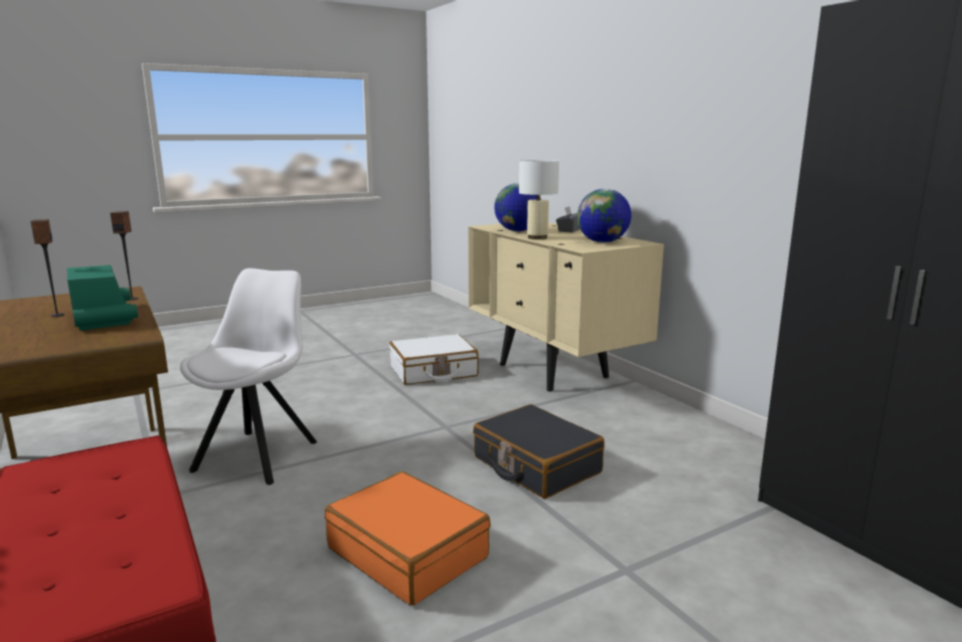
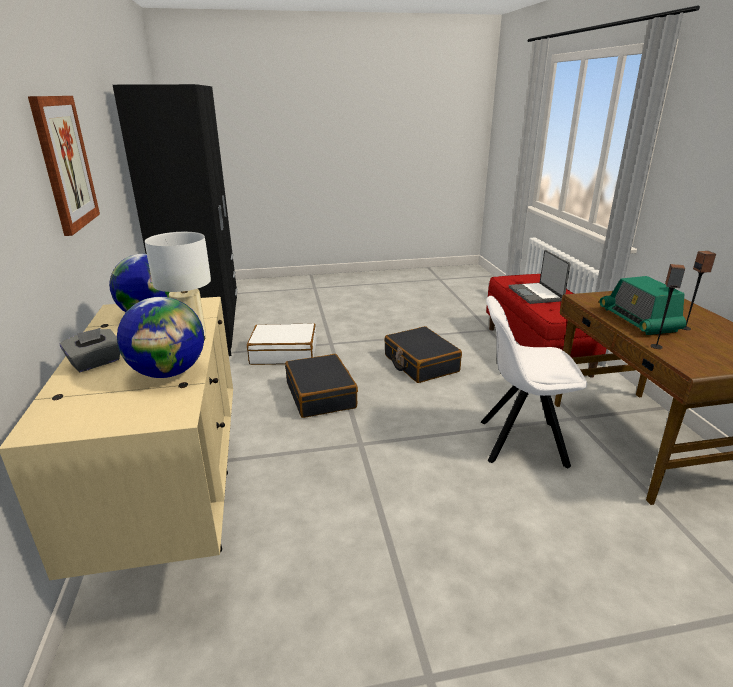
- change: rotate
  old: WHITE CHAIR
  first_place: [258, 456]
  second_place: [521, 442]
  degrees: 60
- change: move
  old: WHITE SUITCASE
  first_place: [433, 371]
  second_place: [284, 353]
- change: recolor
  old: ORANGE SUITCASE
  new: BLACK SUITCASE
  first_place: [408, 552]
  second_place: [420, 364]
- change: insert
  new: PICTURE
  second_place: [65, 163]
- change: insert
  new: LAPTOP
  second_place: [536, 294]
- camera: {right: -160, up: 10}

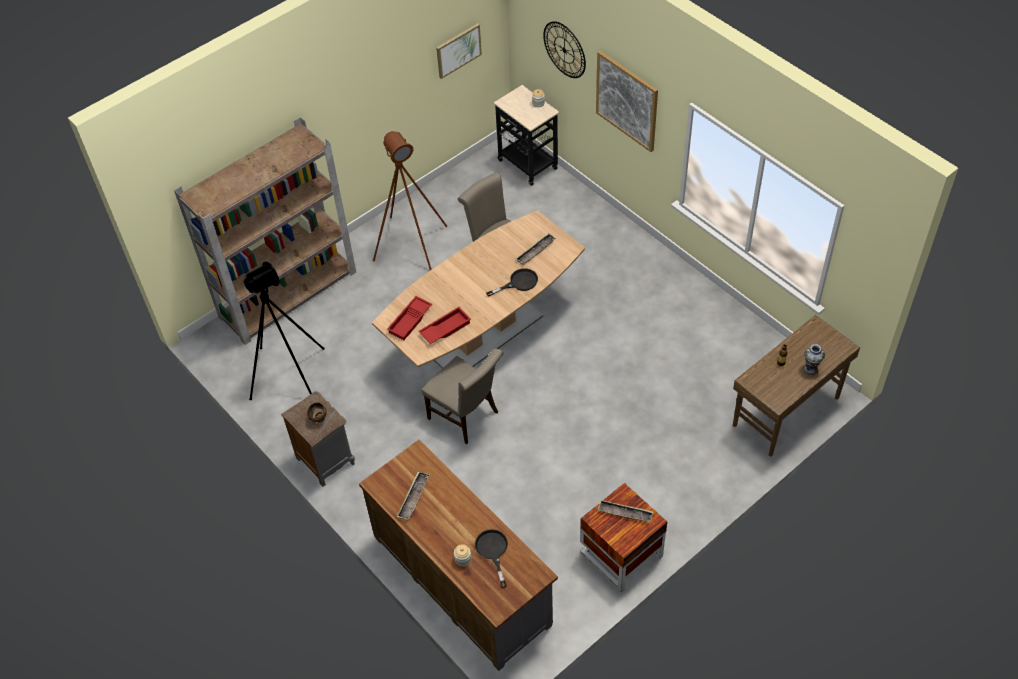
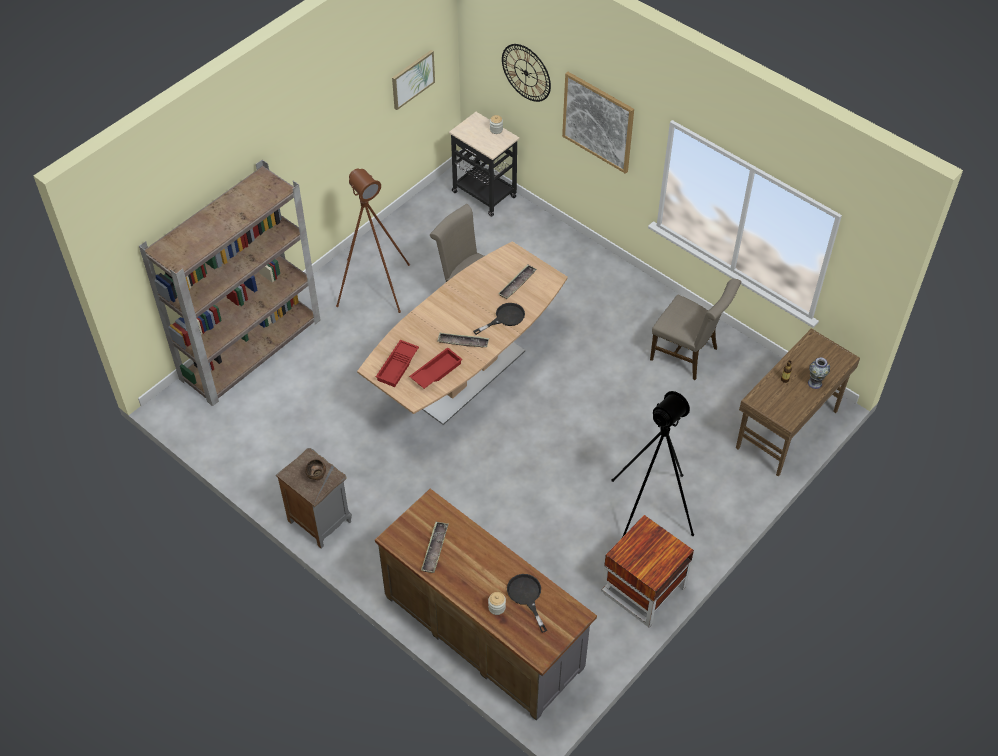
- change: move
  old: BLACK FLOOR LAMP
  first_place: [287, 374]
  second_place: [652, 507]
- change: move
  old: BEIGE CHAIR
  first_place: [467, 417]
  second_place: [688, 355]
- change: move
  old: TRAY
  first_place: [625, 513]
  second_place: [463, 342]
- camera: {right: -10, up: 0}

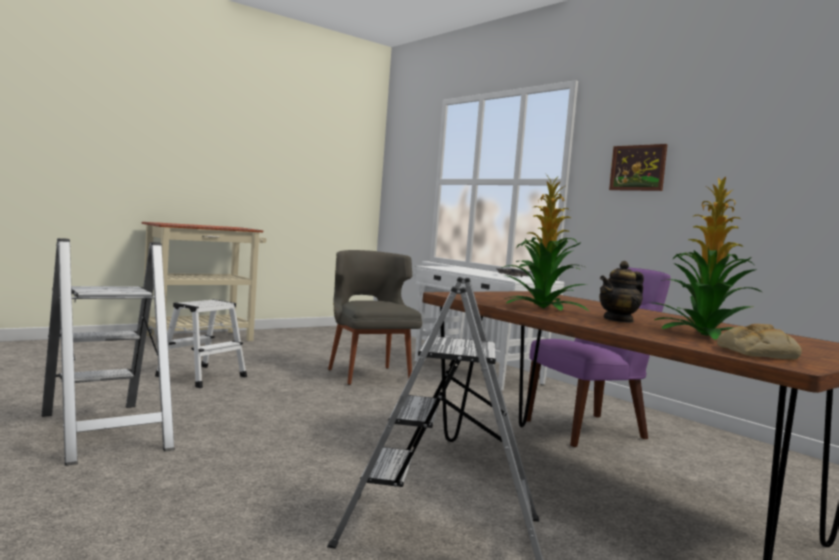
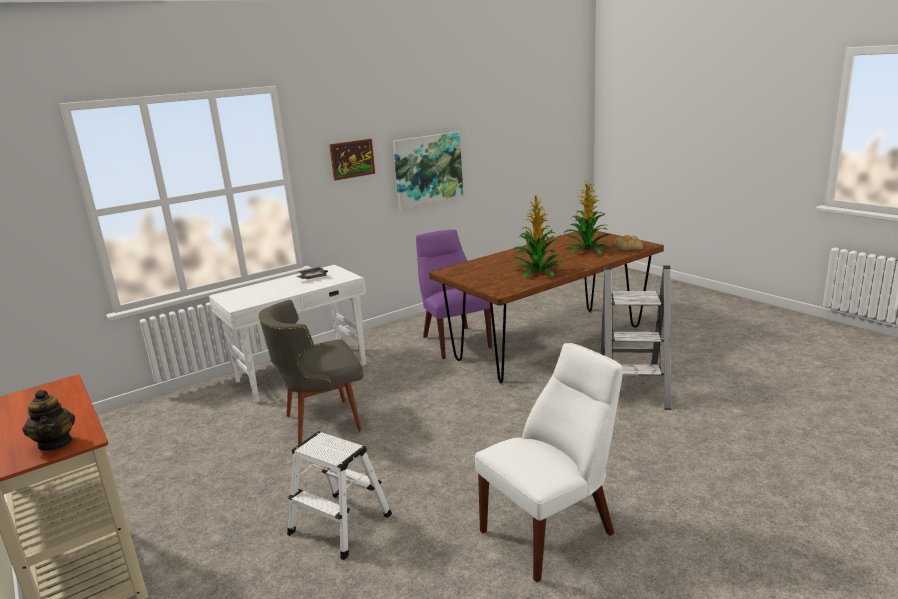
- change: replace
  old: GREY STEP LADDER
  new: WHITE CHAIR
  first_place: [104, 432]
  second_place: [552, 530]
- change: move
  old: TEAPOT
  first_place: [619, 320]
  second_place: [56, 443]
- change: insert
  new: PICTURE
  second_place: [428, 169]
- camera: {right: -85, up: 15}

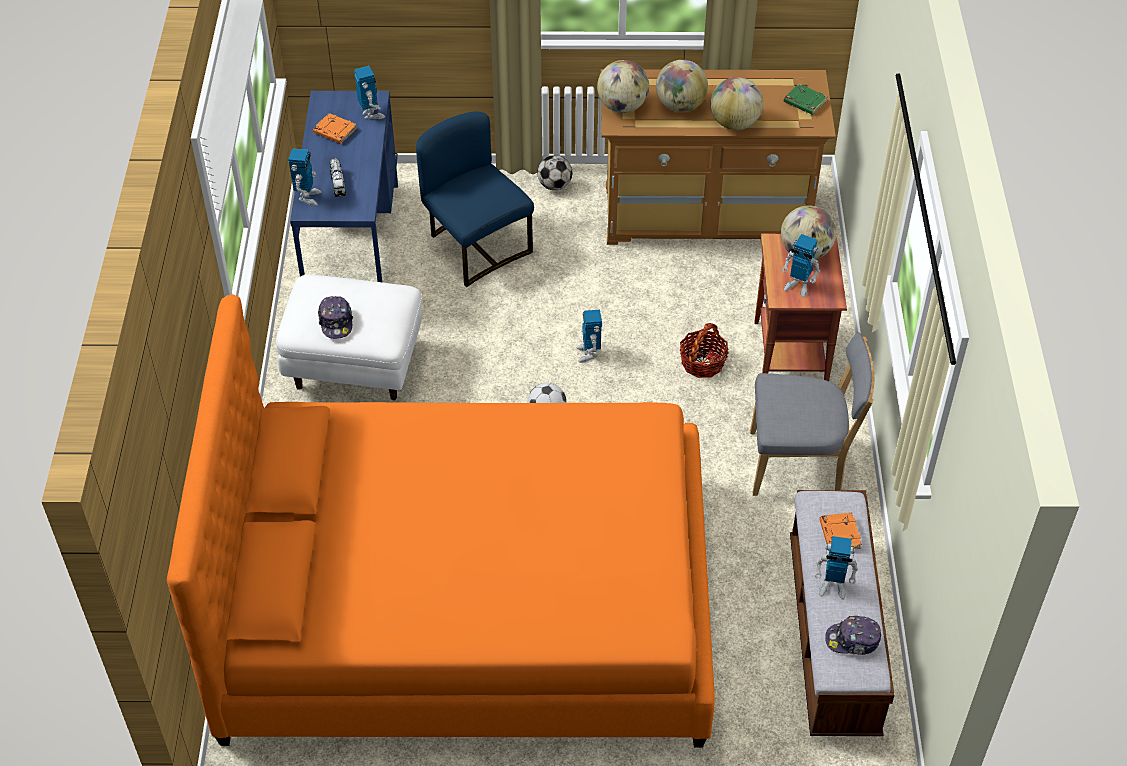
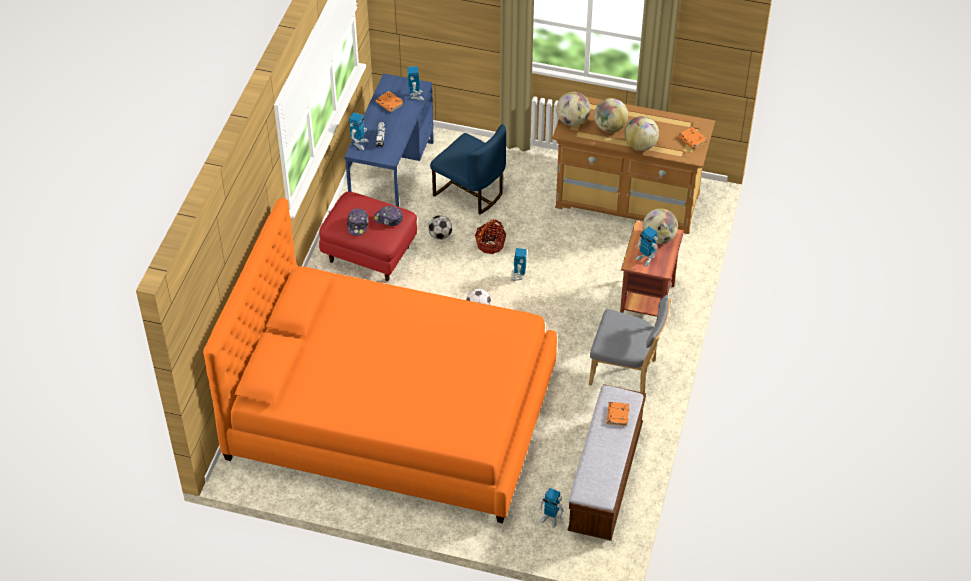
- change: recolor
  old: GREEN BOOK
  new: ORANGE BOOK
  first_place: [804, 102]
  second_place: [691, 140]
- change: rotate
  old: BLUE CHAIR
  first_place: [476, 246]
  second_place: [470, 192]
  degrees: 150
- change: move
  old: FOOTBALL
  first_place: [555, 185]
  second_place: [440, 235]
- change: recolor
  old: WHITE OTTOMAN
  new: RED OTTOMAN
  first_place: [356, 366]
  second_place: [370, 255]
- change: move
  old: BASKET
  first_place: [702, 362]
  second_place: [490, 244]
- change: move
  old: TOY ROBOT
  first_place: [832, 586]
  second_place: [550, 518]
- change: move
  old: CAP
  first_place: [853, 640]
  second_place: [388, 219]
- camera: {right: 15, up: 0}

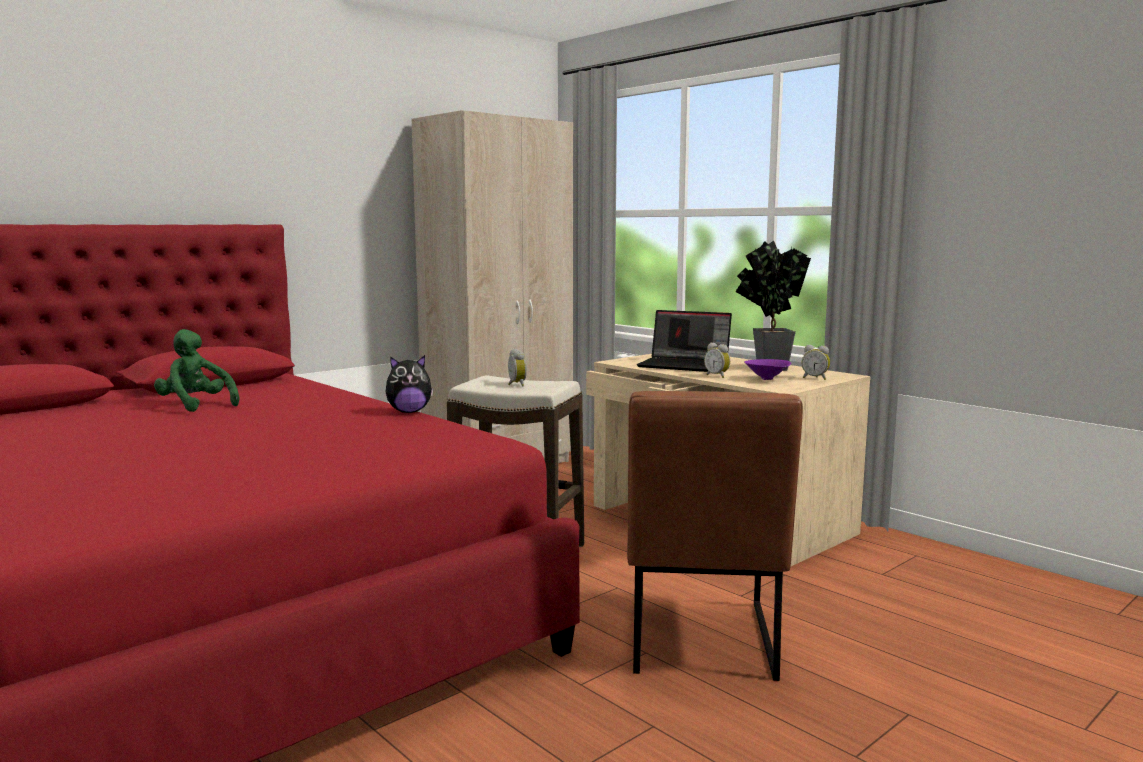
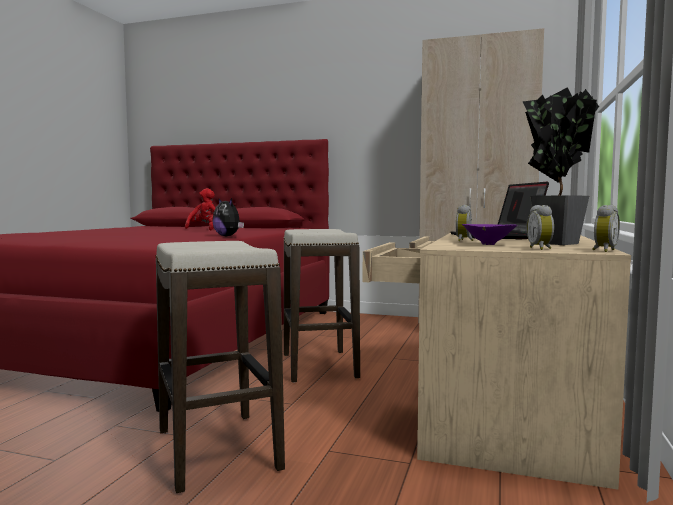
- change: recolor
  old: GREEN PLUSH TOY
  new: RED PLUSH TOY
  first_place: [195, 406]
  second_place: [204, 229]
- change: move
  old: ALARM CLOCK
  first_place: [515, 384]
  second_place: [603, 250]
- change: replace
  old: BROWN CHAIR
  new: STOOL
  first_place: [700, 639]
  second_place: [217, 449]
- camera: {right: 60, up: -5}

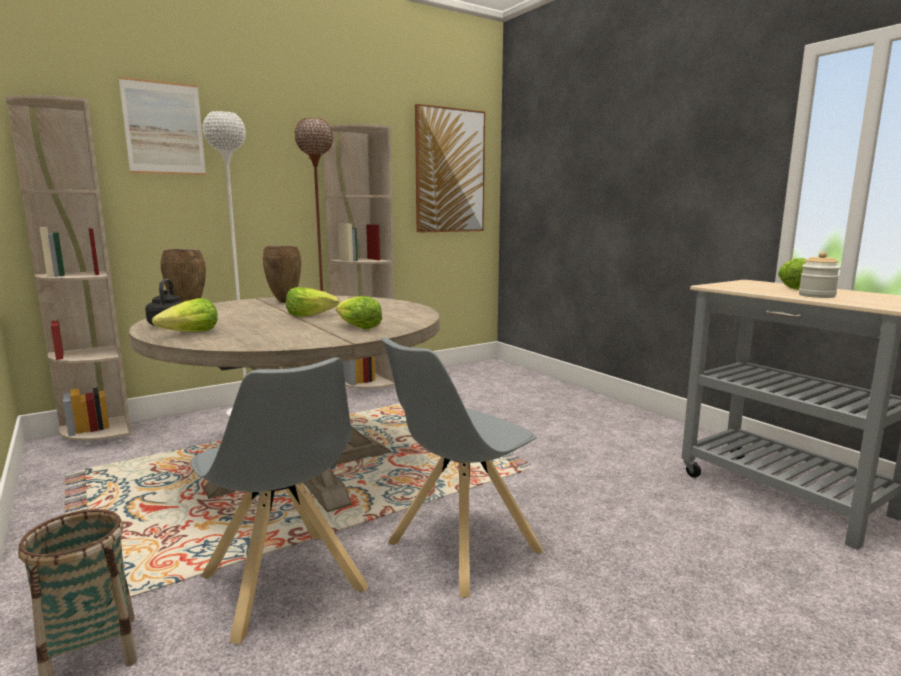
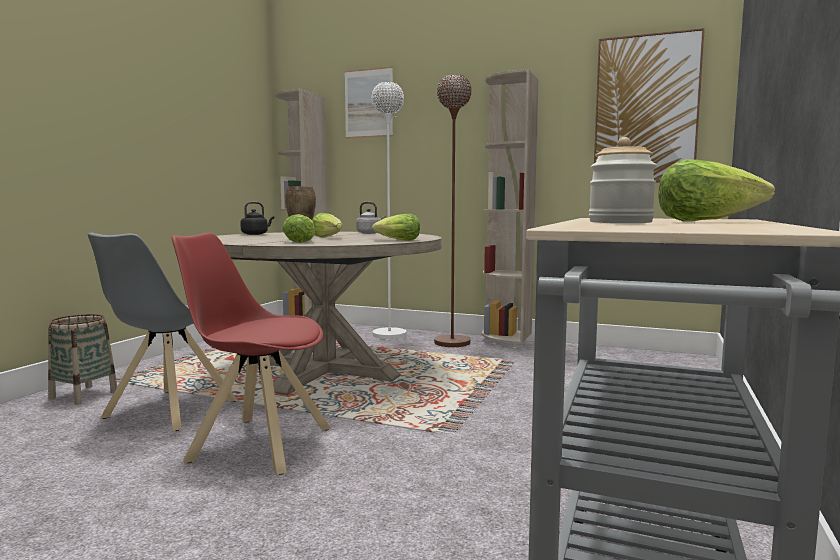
- change: replace
  old: BROWN VASE
  new: GREY KETTLE
  first_place: [285, 302]
  second_place: [370, 233]
- change: move
  old: LETTUCE
  first_place: [191, 333]
  second_place: [398, 240]
- change: recolor
  old: GREY CHAIR
  new: RED CHAIR
  first_place: [460, 548]
  second_place: [257, 443]
- camera: {right: 55, up: -5}

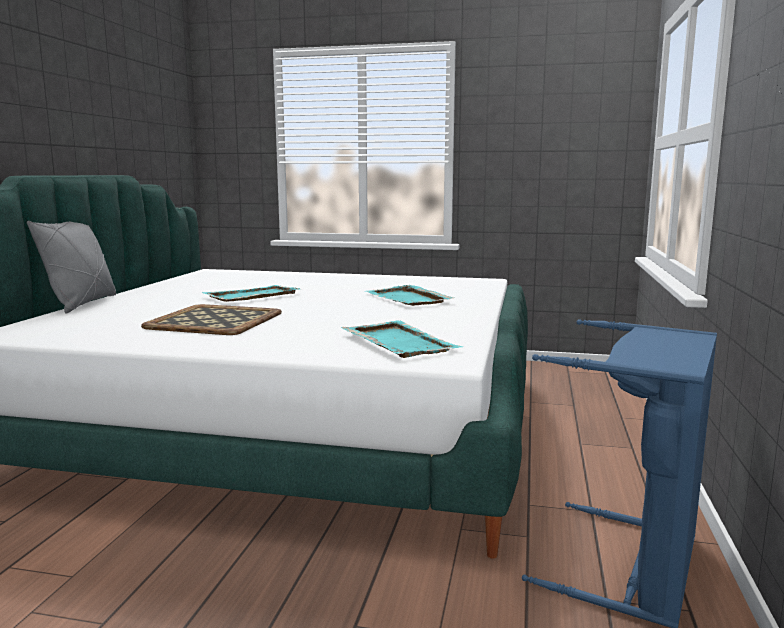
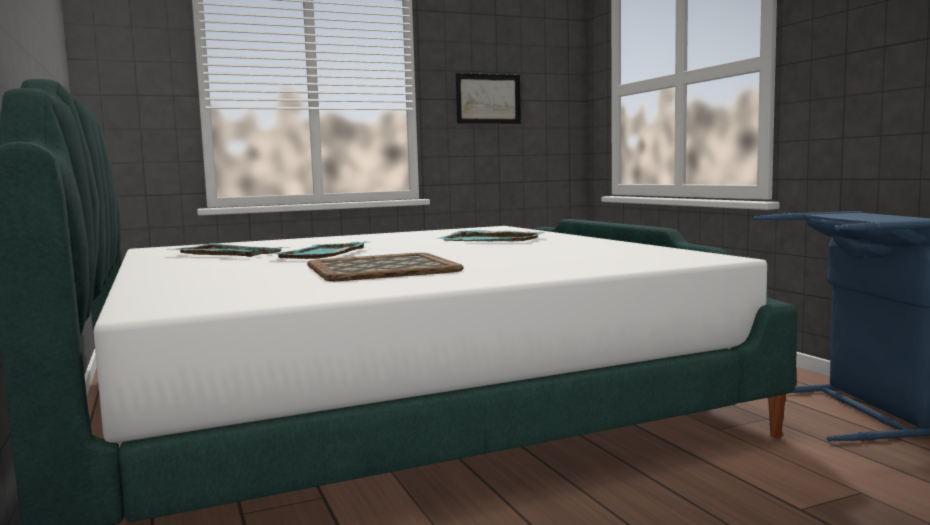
- change: delete
  old: GREY PILLOW
  first_place: [82, 304]
- change: move
  old: TURQUOISE TRAY
  first_place: [398, 342]
  second_place: [229, 253]
- change: insert
  new: PICTURE
  second_place: [488, 99]
- camera: {right: -35, up: -5}

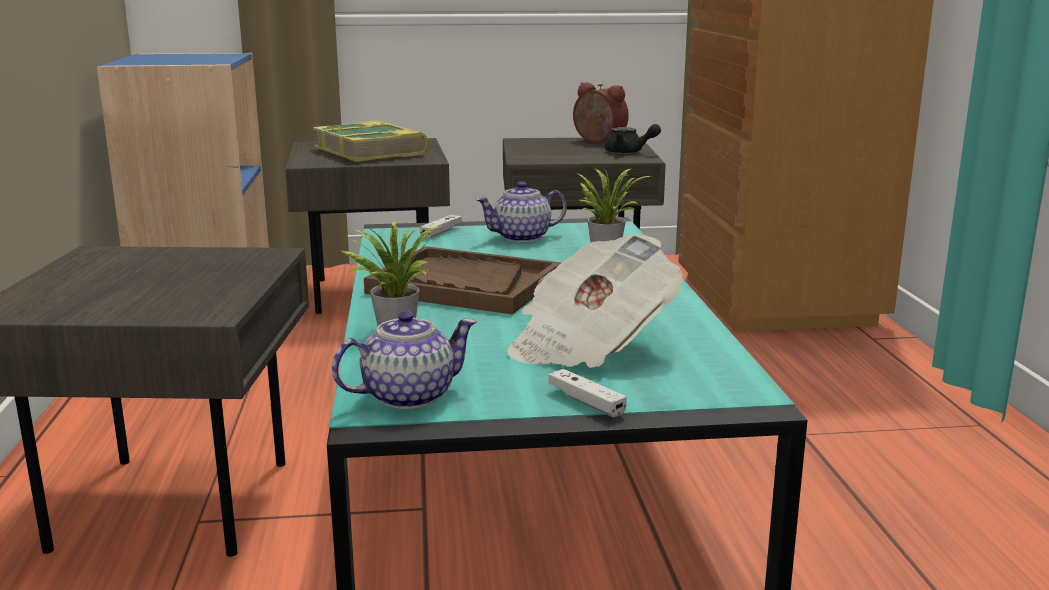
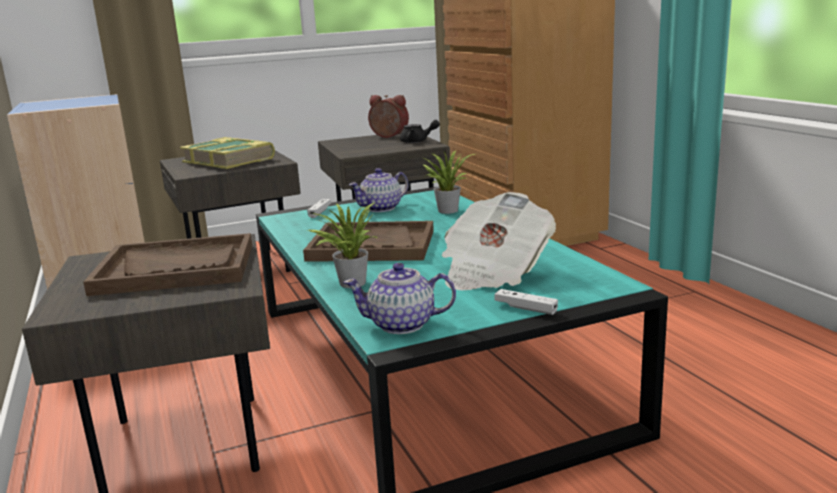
- change: rotate
  old: TEAPOT
  first_place: [407, 396]
  second_place: [402, 325]
  degrees: -135
- change: insert
  new: BROWN TRAY
  second_place: [176, 268]
- camera: {right: -15, up: 0}

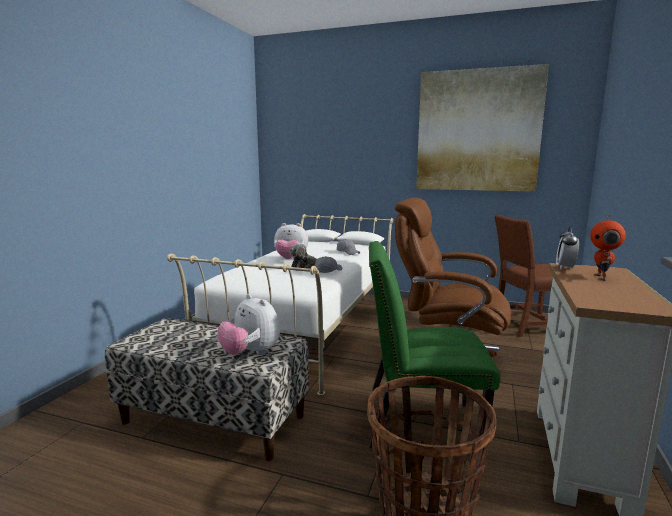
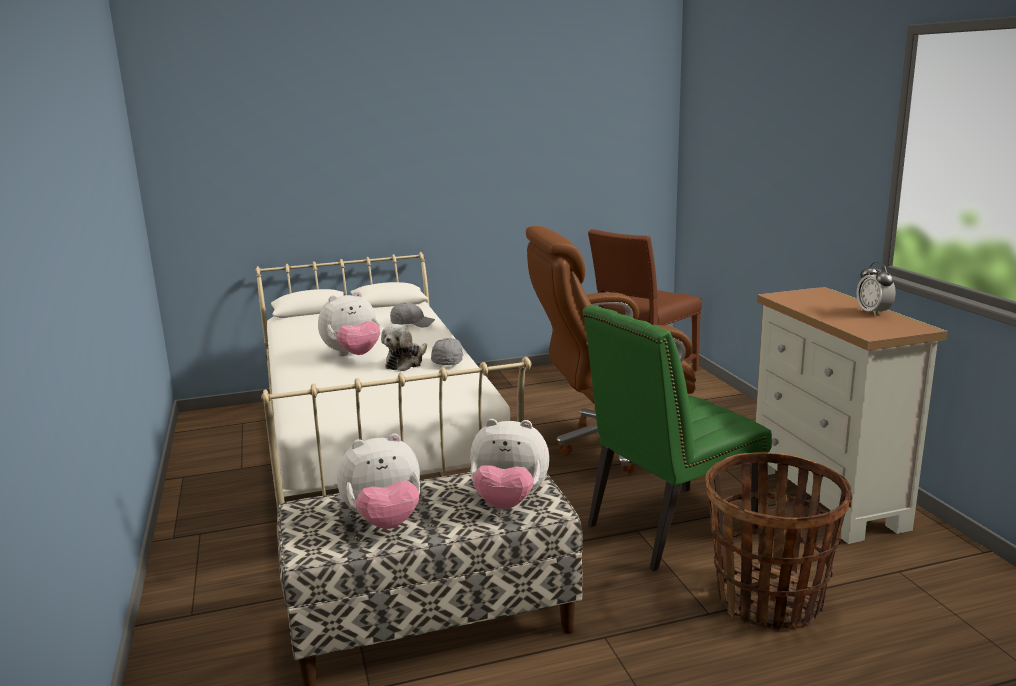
- change: delete
  old: PICTURE
  first_place: [477, 131]
- change: delete
  old: TOY ROBOT
  first_place: [601, 277]
- change: move
  old: ALARM CLOCK
  first_place: [565, 268]
  second_place: [873, 312]
- change: insert
  new: PLUSH TOY
  second_place: [384, 521]
- camera: {right: -35, up: 5}

